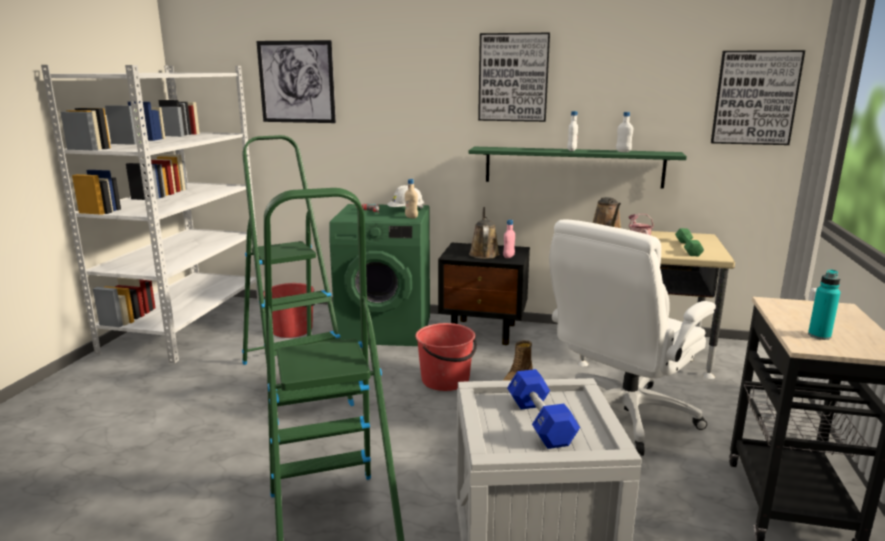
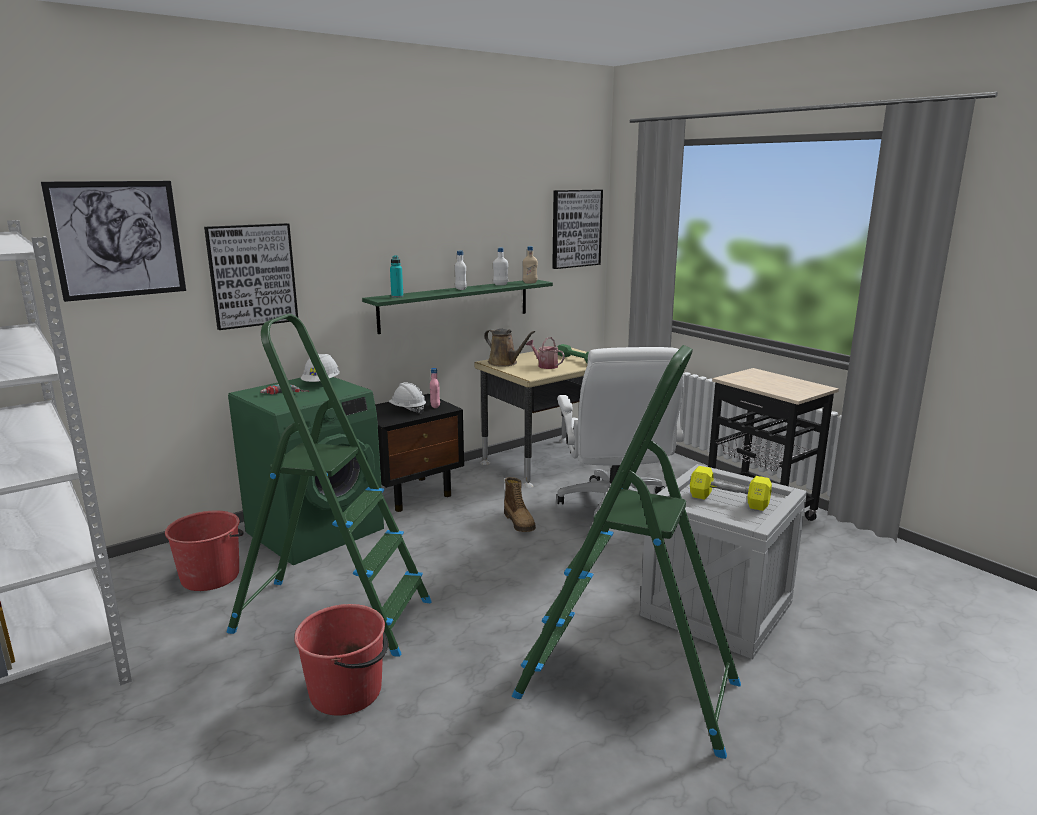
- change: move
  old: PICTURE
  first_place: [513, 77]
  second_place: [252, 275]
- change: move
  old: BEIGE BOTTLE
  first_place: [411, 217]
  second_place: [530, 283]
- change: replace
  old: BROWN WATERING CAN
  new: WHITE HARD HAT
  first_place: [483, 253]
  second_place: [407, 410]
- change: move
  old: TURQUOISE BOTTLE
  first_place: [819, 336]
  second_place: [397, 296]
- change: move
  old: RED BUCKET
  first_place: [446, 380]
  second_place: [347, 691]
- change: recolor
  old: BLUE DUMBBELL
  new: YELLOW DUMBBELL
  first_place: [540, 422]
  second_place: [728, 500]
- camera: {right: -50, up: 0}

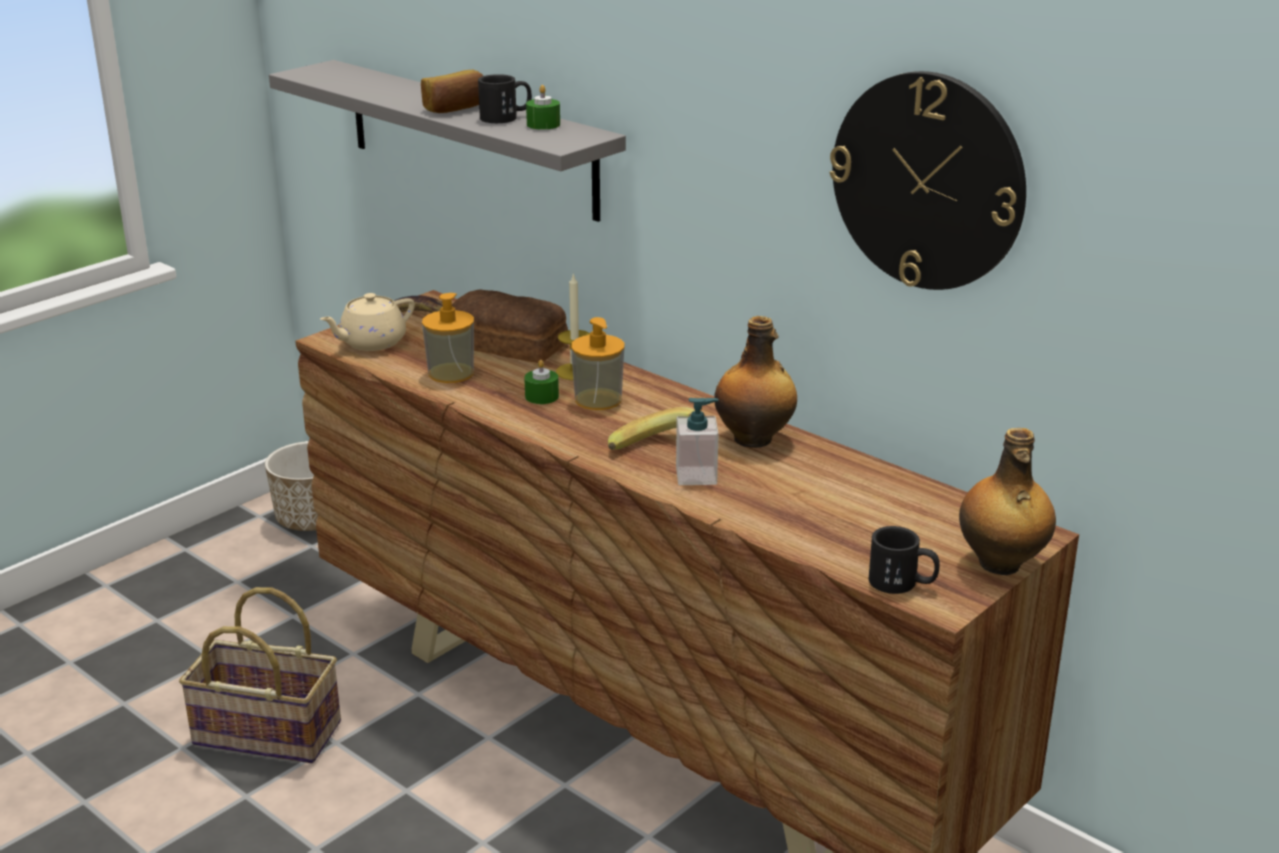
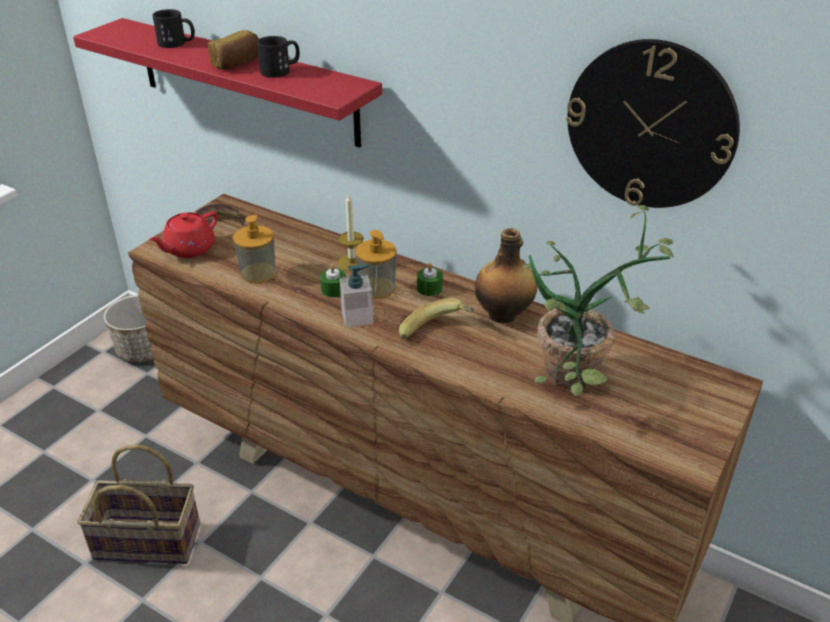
- change: recolor
  old: GREY SHELF
  new: RED SHELF
  first_place: [470, 138]
  second_place: [245, 81]
- change: move
  old: GREEN CANDLE
  first_place: [543, 124]
  second_place: [429, 288]
- change: delete
  old: BREAD
  first_place: [508, 345]
- change: recolor
  old: BEIGE TEAPOT
  new: RED TEAPOT
  first_place: [371, 343]
  second_place: [188, 249]
- change: move
  old: SOAP DISPENSER
  first_place: [696, 476]
  second_place: [357, 317]
- change: delete
  old: BOTTLE
  first_place: [1000, 564]
- change: move
  old: BLACK MUG
  first_place: [902, 583]
  second_place: [177, 43]
- change: insert
  new: POTTED PLANT
  second_place: [581, 381]
- camera: {right: -10, up: 10}

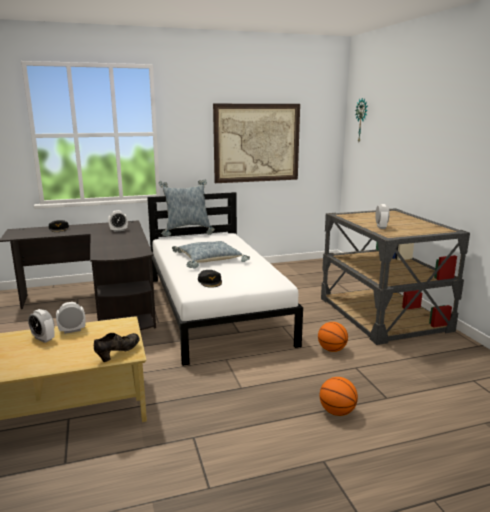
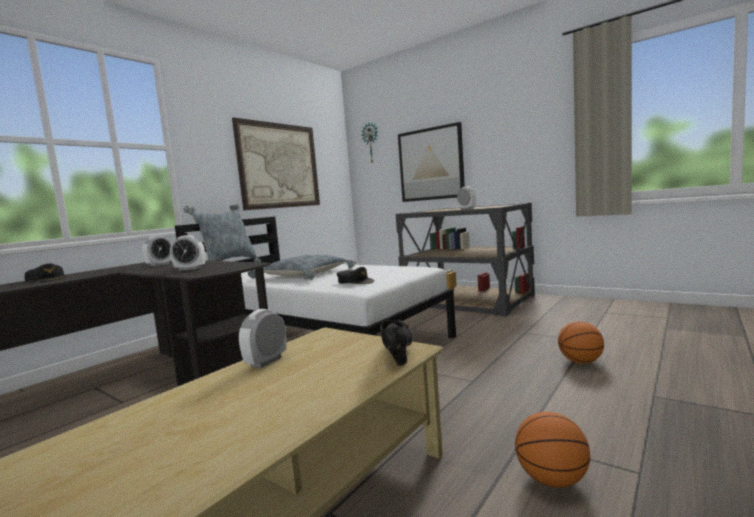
- change: move
  old: ALARM CLOCK
  first_place: [43, 339]
  second_place: [190, 269]
- change: move
  old: BASKETBALL
  first_place: [332, 349]
  second_place: [552, 480]
- change: insert
  new: PICTURE
  second_place: [431, 164]
- camera: {right: -35, up: -10}

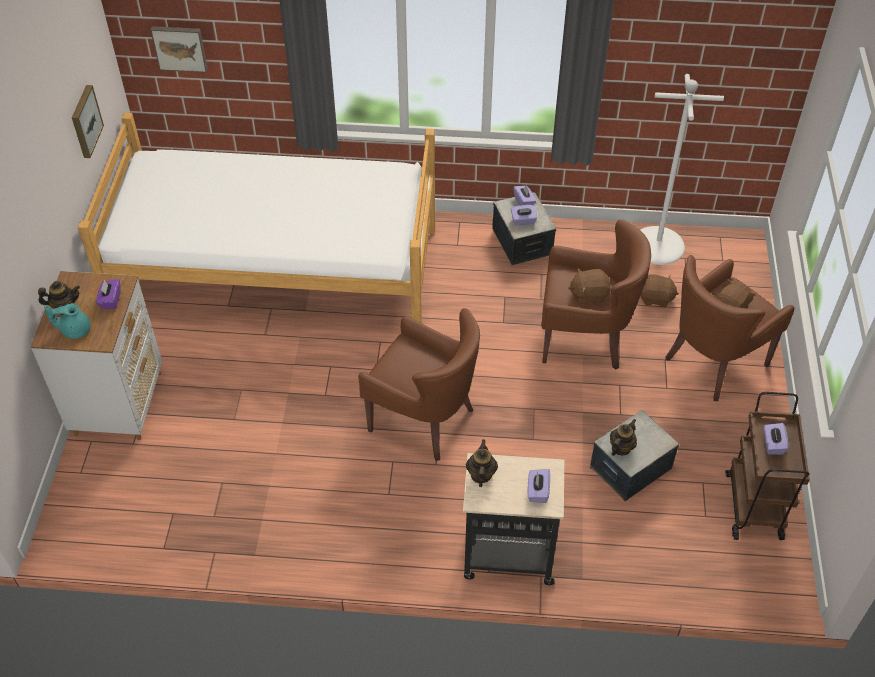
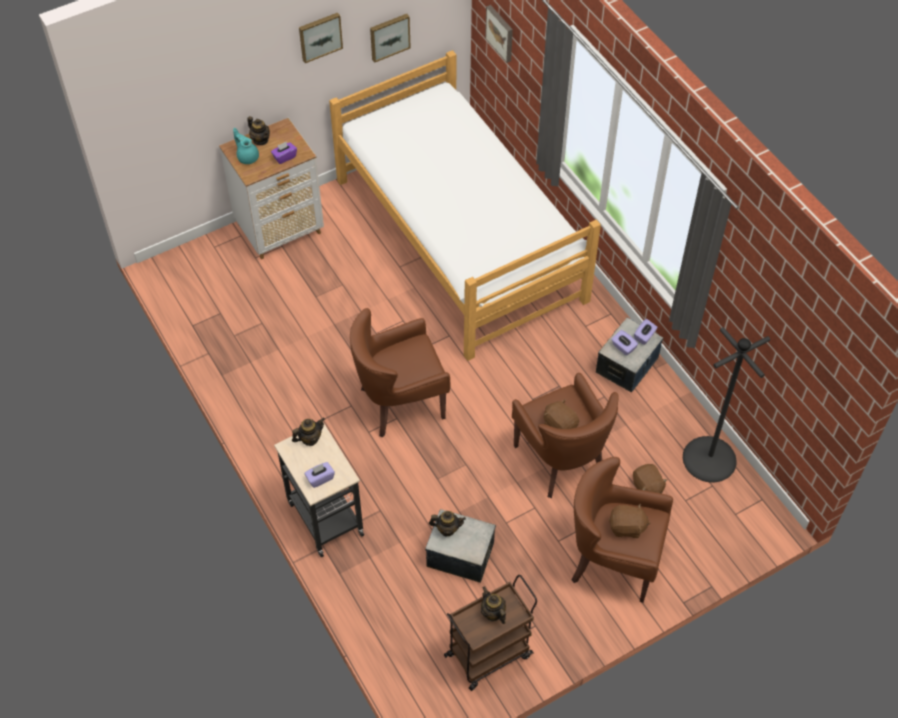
- change: recolor
  old: WHITE CLOTHES RACK
  new: BLACK CLOTHES RACK
  first_place: [657, 245]
  second_place: [709, 459]
- change: rotate
  old: BROWN ARMCHAIR
  first_place: [423, 420]
  second_place: [400, 403]
  degrees: 75
- change: replace
  old: PURPLE TISSUE BOX
  new: TEAPOT
  first_place: [772, 444]
  second_place: [493, 613]
- change: insert
  new: PICTURE
  second_place: [320, 36]
- camera: {right: 55, up: 5}

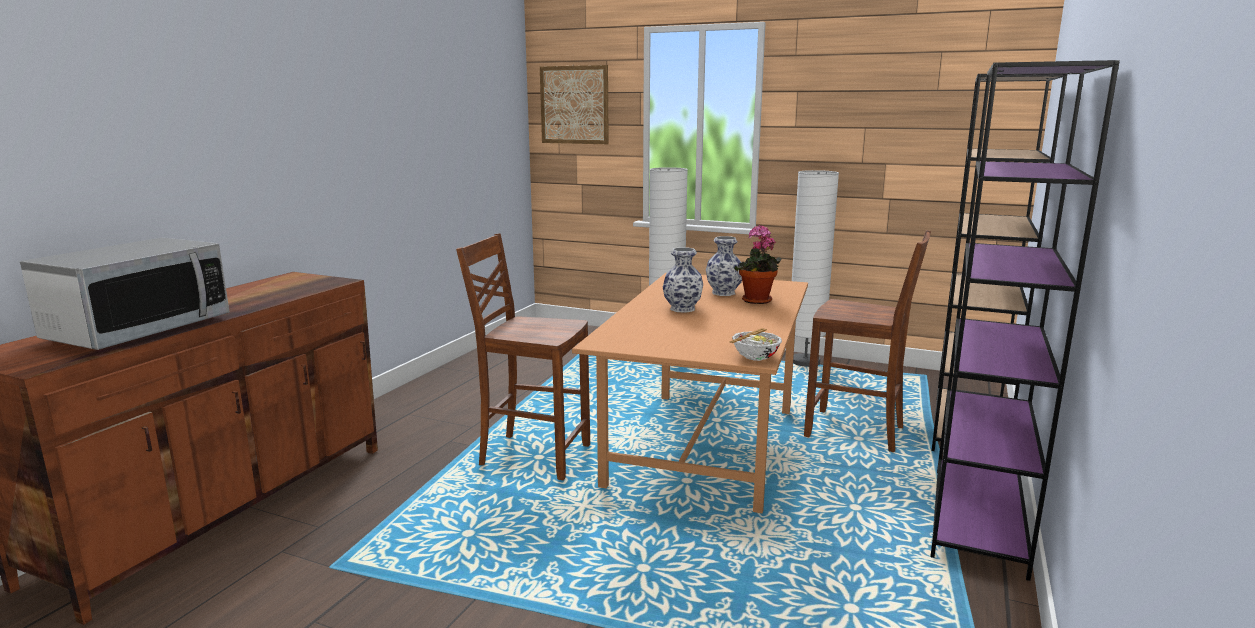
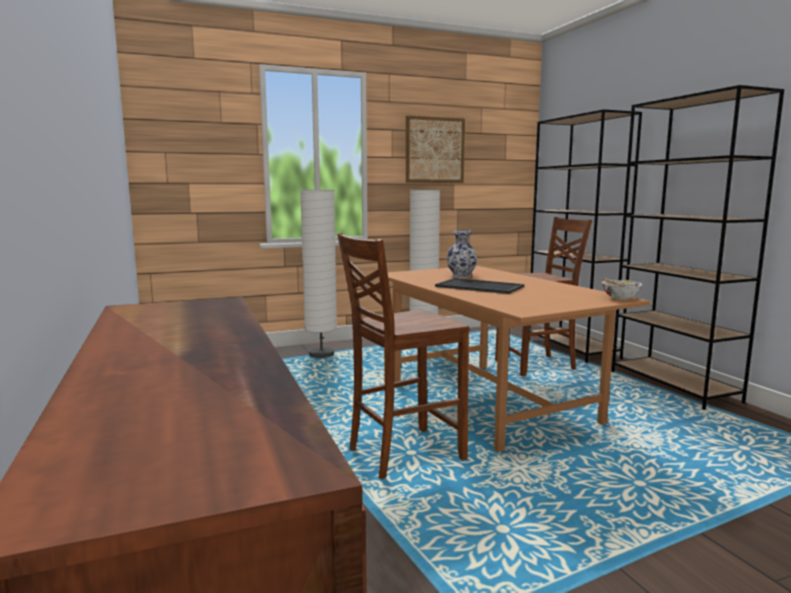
- change: recolor
  old: PURPLE BOOKCASE
  new: BEIGE BOOKCASE
  first_place: [978, 521]
  second_place: [674, 386]
- change: move
  old: PICTURE
  first_place: [574, 104]
  second_place: [435, 149]
- change: delete
  old: POTTED PLANT
  first_place: [757, 301]
- change: delete
  old: MICROWAVE
  first_place: [139, 329]
- change: replace
  old: VASE
  new: TRAY
  first_place: [682, 308]
  second_place: [478, 287]
- camera: {right: -45, up: -5}

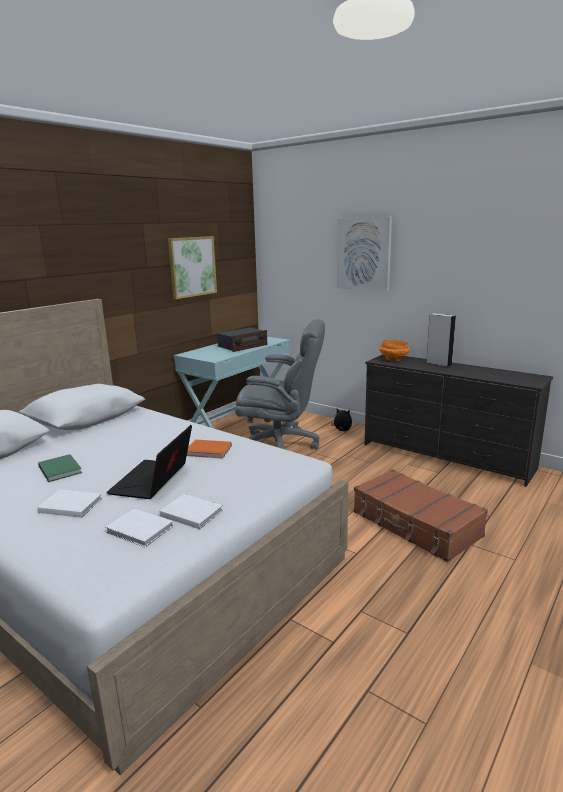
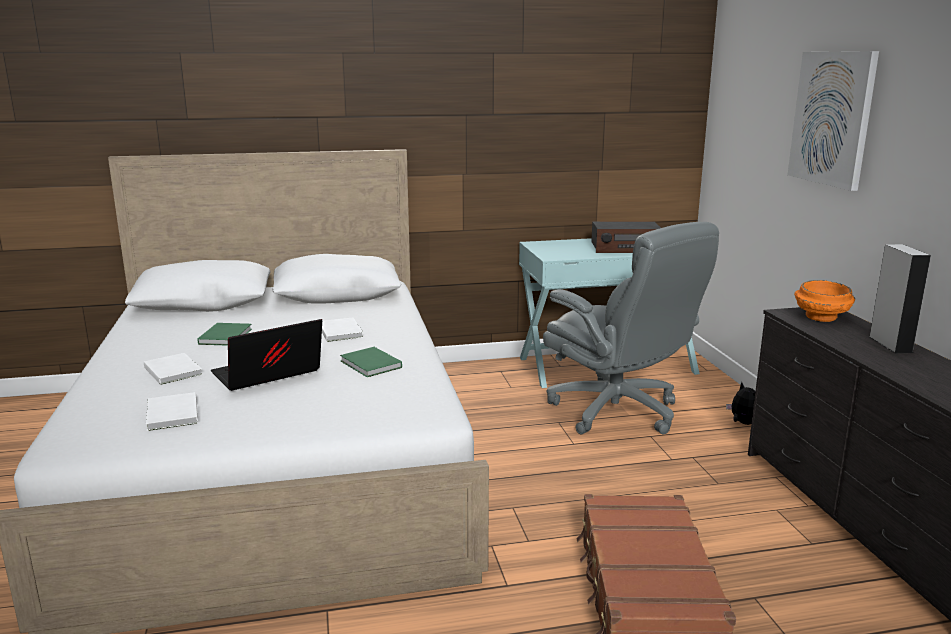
- change: delete
  old: PICTURE
  first_place: [192, 266]
- change: recolor
  old: ORANGE BOOK
  new: GREEN BOOK
  first_place: [209, 451]
  second_place: [371, 365]
- change: move
  old: WHITE BOOK
  first_place: [191, 512]
  second_place: [341, 331]
- camera: {right: 40, up: 0}

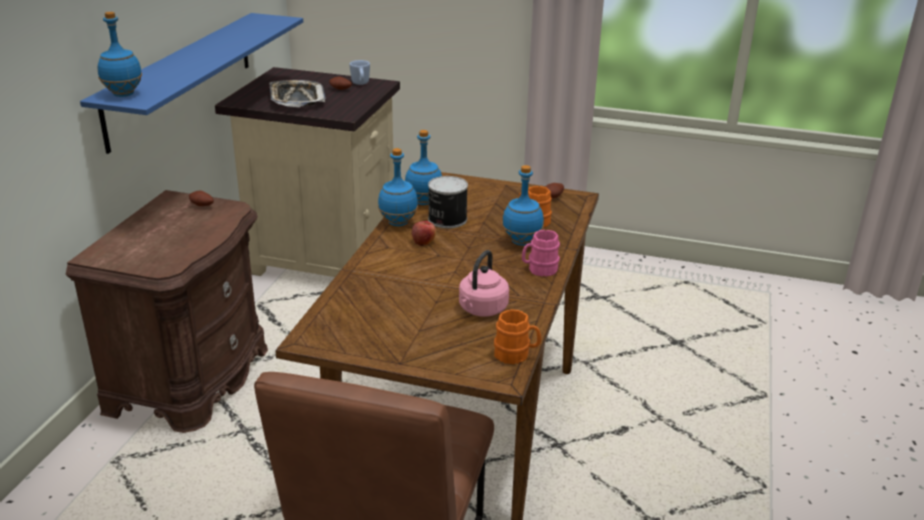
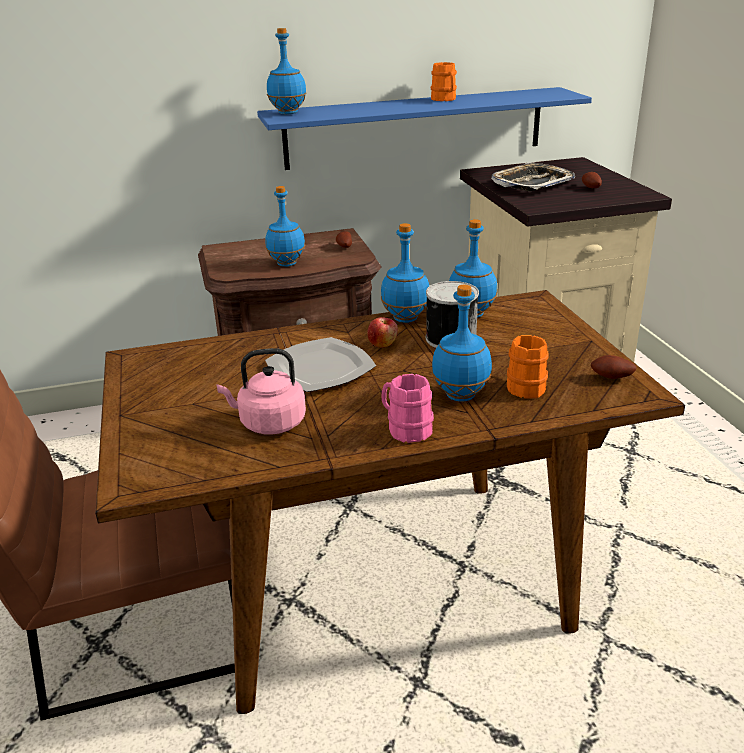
- change: delete
  old: BLUE MUG
  first_place: [360, 84]
- change: move
  old: ORANGE MUG
  first_place: [516, 355]
  second_place: [445, 99]
- change: insert
  new: BLUE BOTTLE
  second_place: [286, 264]
- change: insert
  new: PLATE
  second_place: [319, 368]
- camera: {right: 60, up: 0}

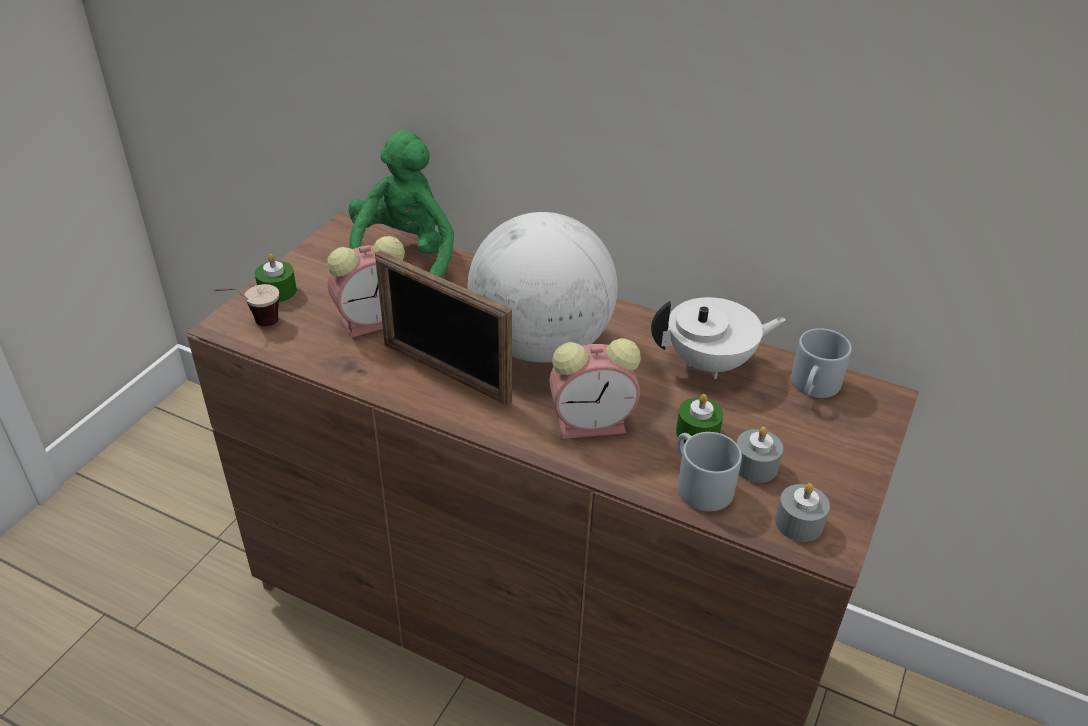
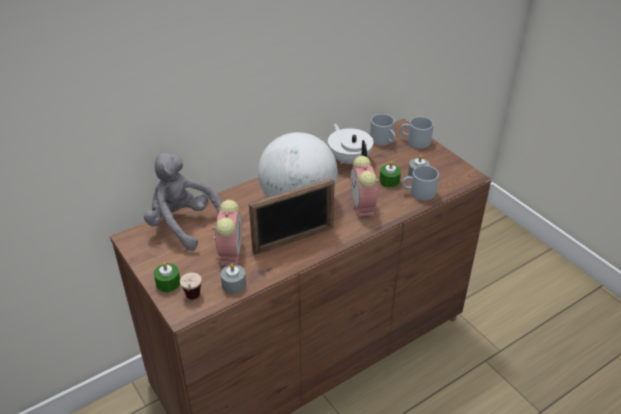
- change: recolor
  old: GREEN PLUSH TOY
  new: GREY PLUSH TOY
  first_place: [404, 258]
  second_place: [183, 224]
- change: rotate
  old: WHITE TEAPOT
  first_place: [710, 363]
  second_place: [349, 160]
  degrees: -45
- change: rotate
  old: ALARM CLOCK
  first_place: [594, 423]
  second_place: [363, 206]
  degrees: 150
- change: move
  old: GREY CANDLE
  first_place: [799, 523]
  second_place: [234, 284]
- change: insert
  new: GREY MUG
  second_place: [414, 141]
- camera: {right: -60, up: 0}

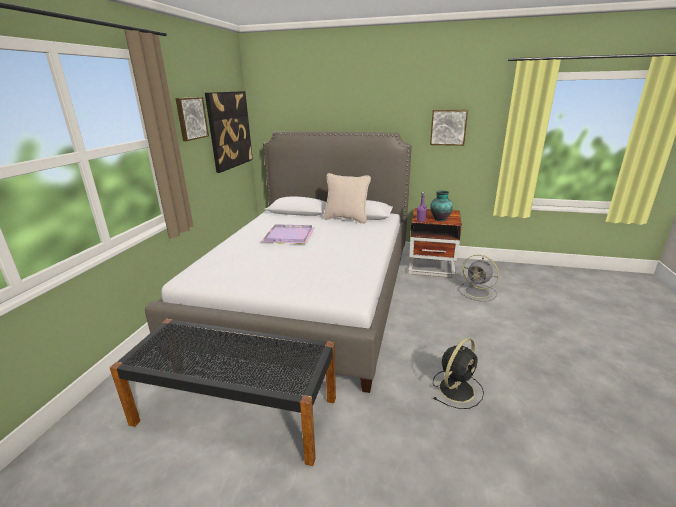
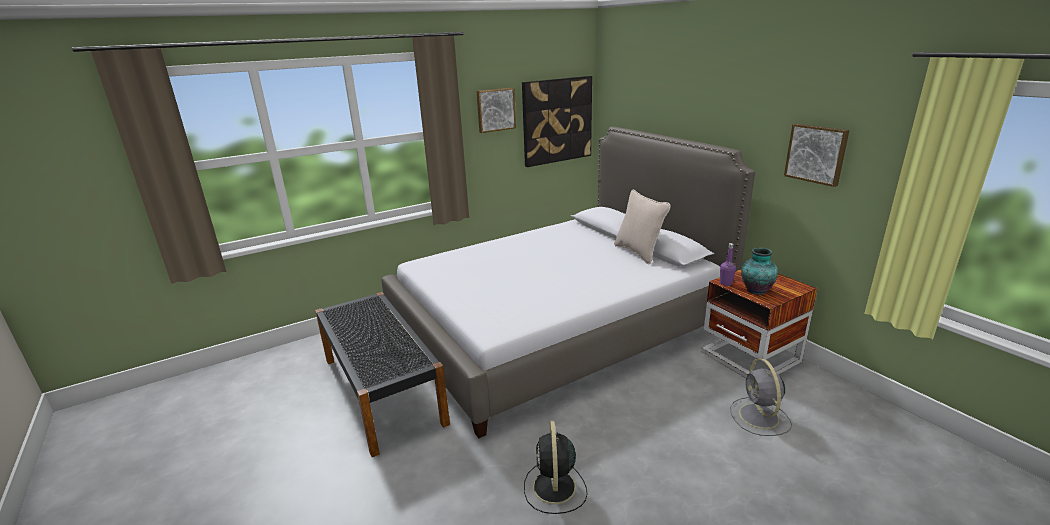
- change: delete
  old: PURPLE TRAY
  first_place: [289, 236]
- change: rotate
  old: BLACK FAN
  first_place: [457, 388]
  second_place: [554, 488]
  degrees: 90
- camera: {right: 45, up: 0}

